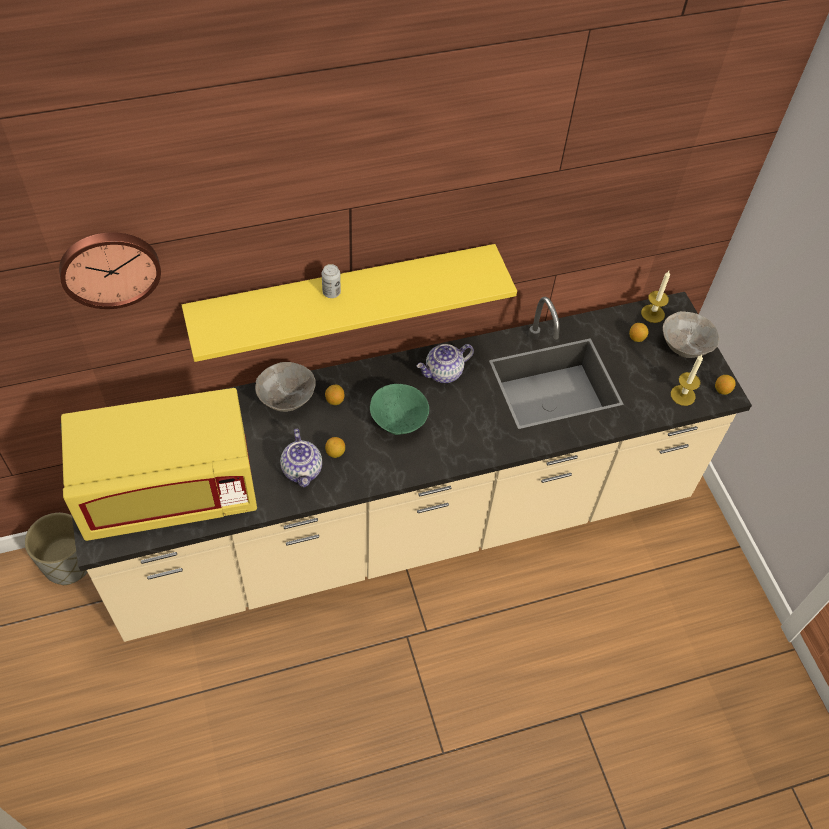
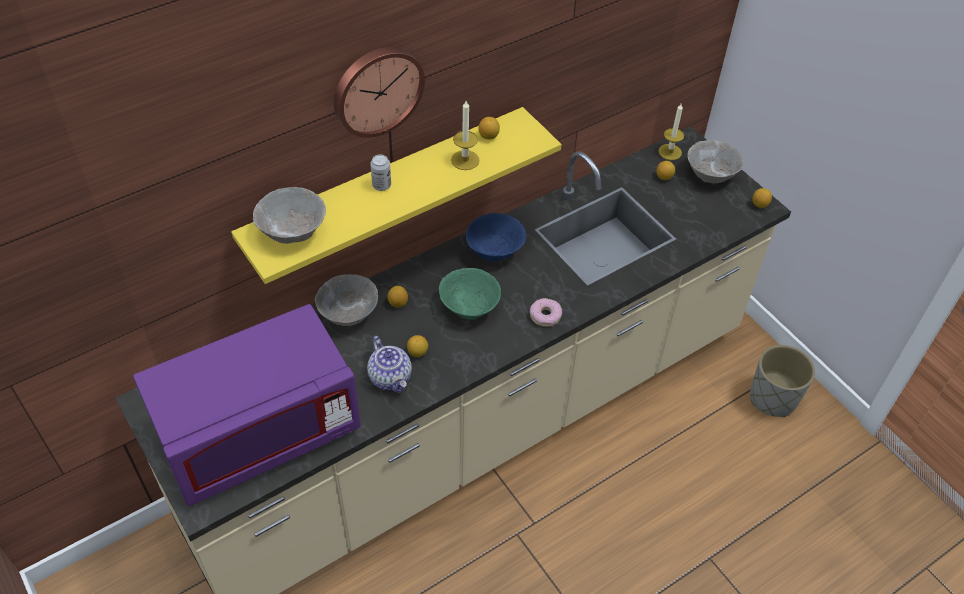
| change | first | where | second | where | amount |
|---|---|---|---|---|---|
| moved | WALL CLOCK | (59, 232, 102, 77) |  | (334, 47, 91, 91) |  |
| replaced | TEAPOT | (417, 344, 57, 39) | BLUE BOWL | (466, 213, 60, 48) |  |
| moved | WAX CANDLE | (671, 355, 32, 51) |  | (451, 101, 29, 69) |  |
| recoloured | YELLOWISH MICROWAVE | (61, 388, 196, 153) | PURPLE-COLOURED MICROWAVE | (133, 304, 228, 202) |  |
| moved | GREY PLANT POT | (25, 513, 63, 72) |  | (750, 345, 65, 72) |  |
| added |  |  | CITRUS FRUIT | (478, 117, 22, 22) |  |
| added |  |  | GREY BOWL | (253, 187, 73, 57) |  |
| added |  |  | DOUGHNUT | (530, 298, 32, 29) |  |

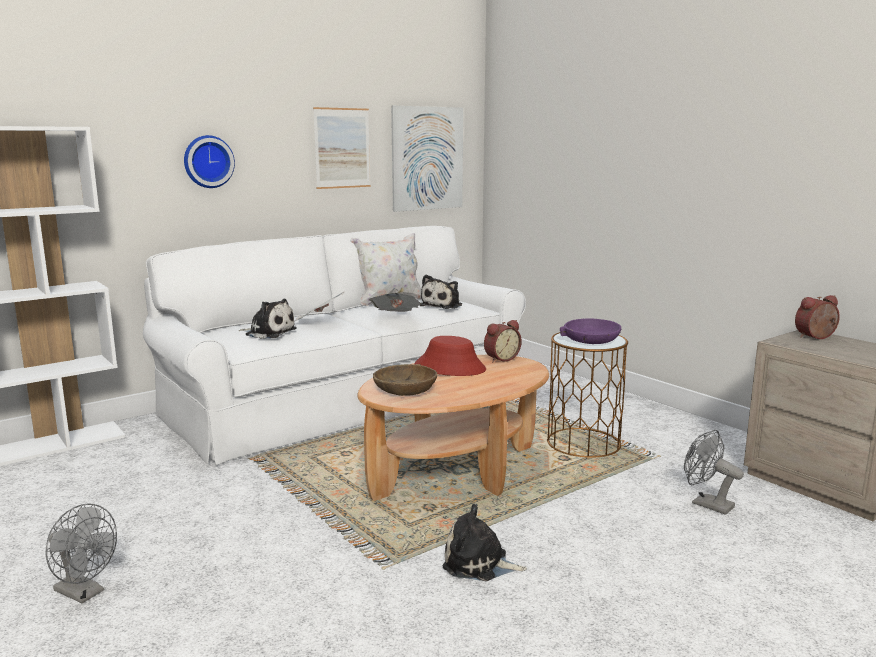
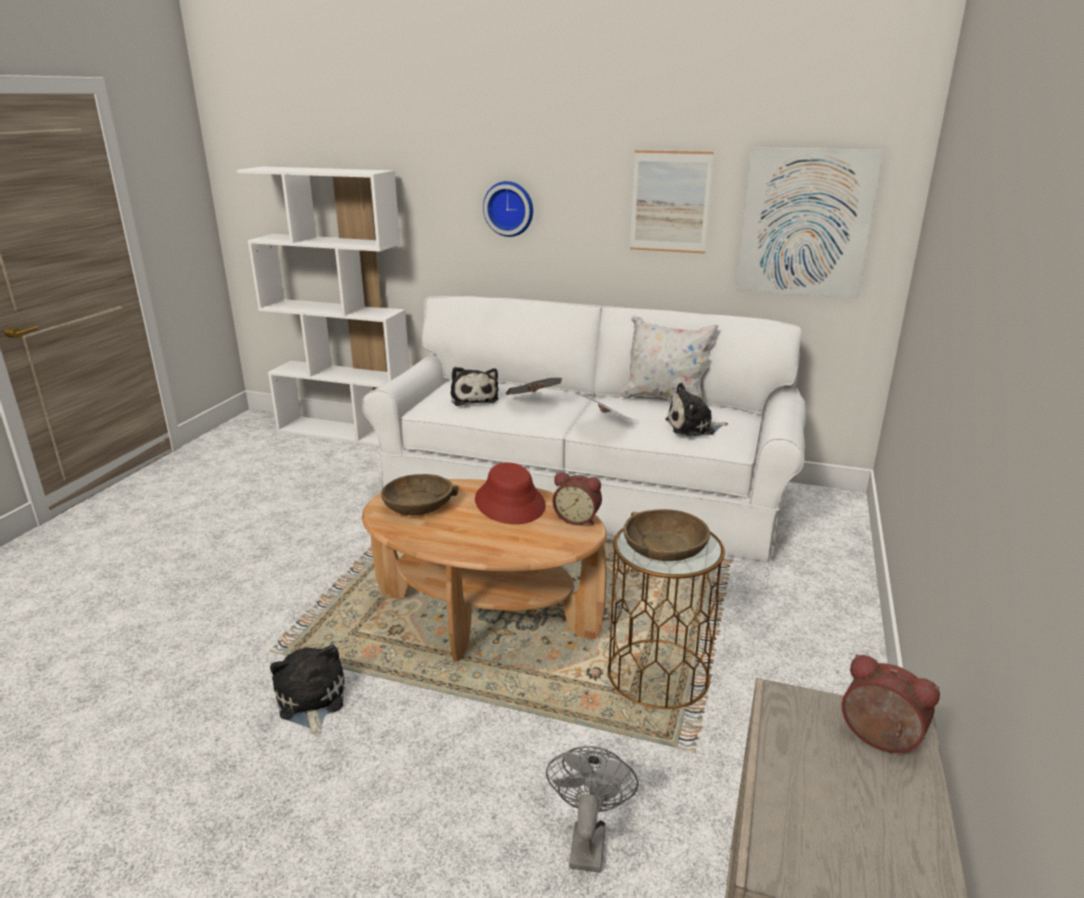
| change | first | where | second | where | amount |
|---|---|---|---|---|---|
| recoloured | PURPLE-COLOURED BOWL | (560, 319, 61, 25) | BROWNISH BOWL | (623, 509, 87, 52) |  |
| removed | GREY COOLING FAN | (45, 503, 72, 101) |  |  |  |

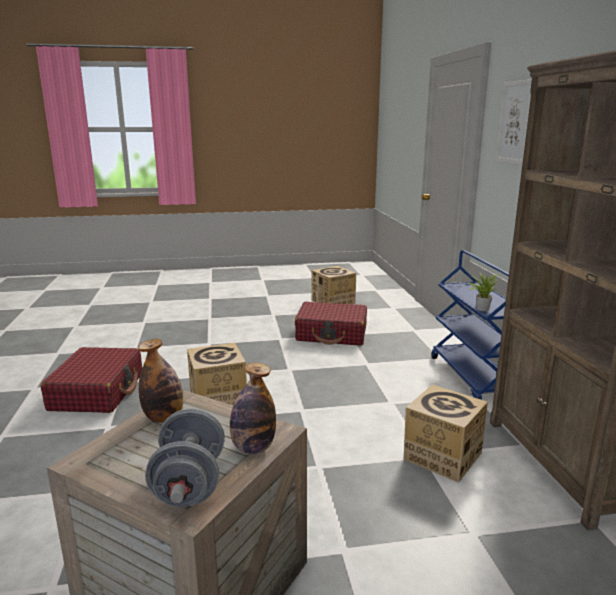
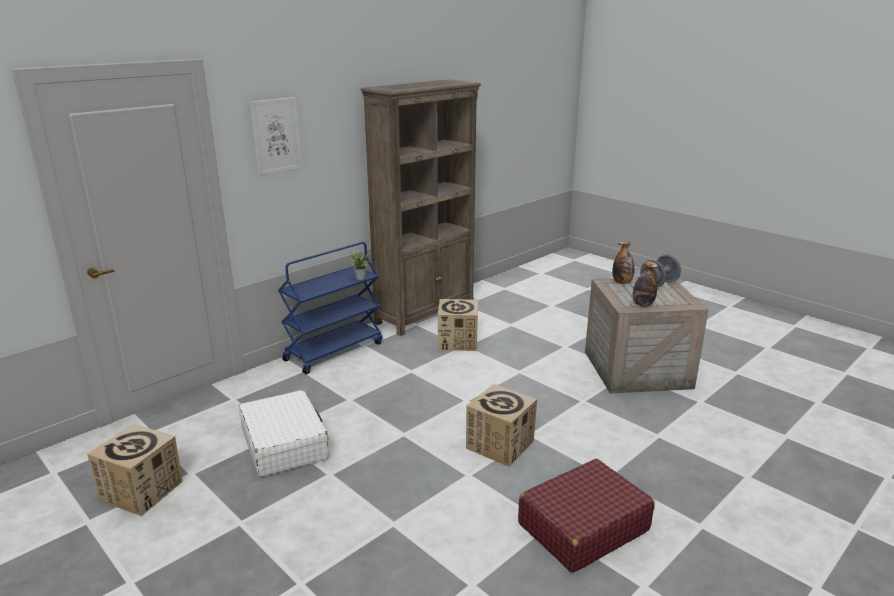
| change | first | where | second | where | amount |
|---|---|---|---|---|---|
| recoloured | RED-COLOURED TRAVEL CASE | (295, 302, 72, 44) | WHITISH TRAVEL CASE | (239, 390, 90, 87) |  |

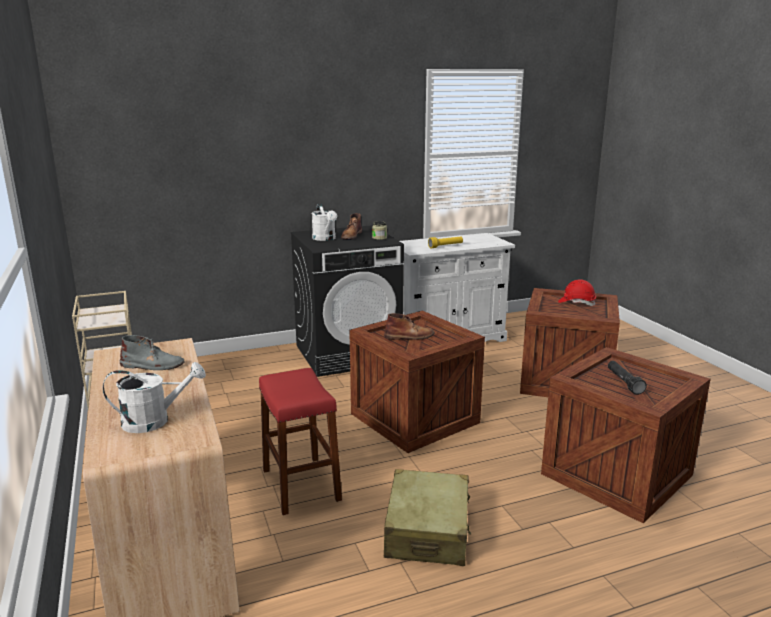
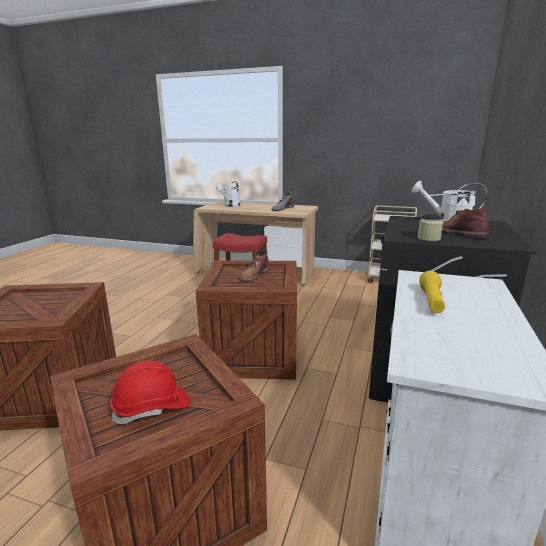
| change | first | where | second | where | amount |
|---|---|---|---|---|---|
| removed | BLACKISH HAND TORCH | (608, 361, 39, 34) |  |  |  |
| removed | BEIGE TRAVEL CASE | (384, 469, 87, 97) |  |  |  |

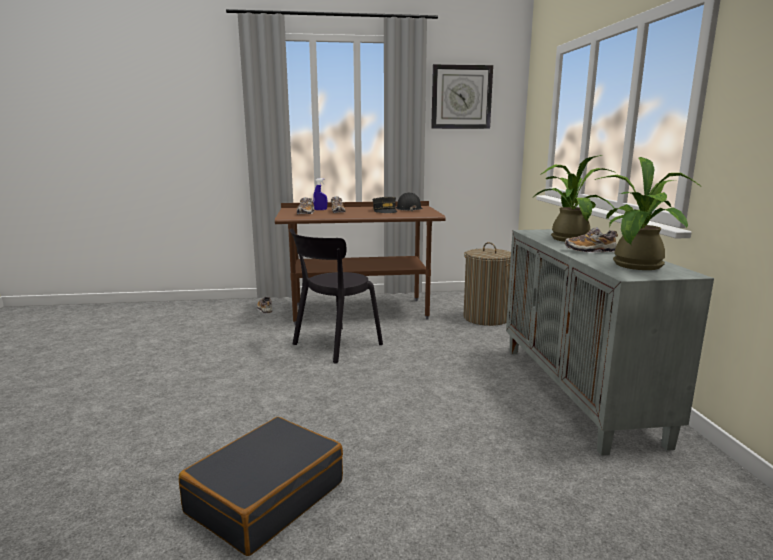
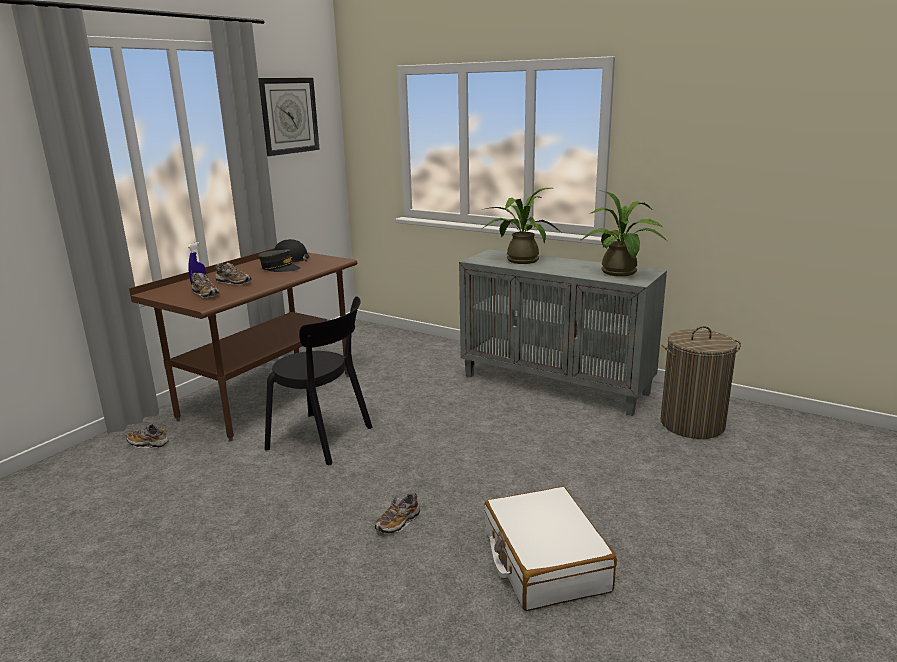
| change | first | where | second | where | amount |
|---|---|---|---|---|---|
| moved | LOW SHOE | (565, 227, 53, 26) |  | (375, 492, 46, 42) |  |
| turned | BLACKISH PLAIN CHAIR | (290, 229, 93, 135) |  | (265, 297, 107, 168) | 60 degrees counterclockwise |
| moved | LAUNDRY BASKET | (464, 242, 47, 84) |  | (661, 326, 80, 113) |  |
| recoloured | BLACKISH TRAVEL CASE | (179, 417, 164, 139) | WHITISH TRAVEL CASE | (484, 486, 133, 125) |  |

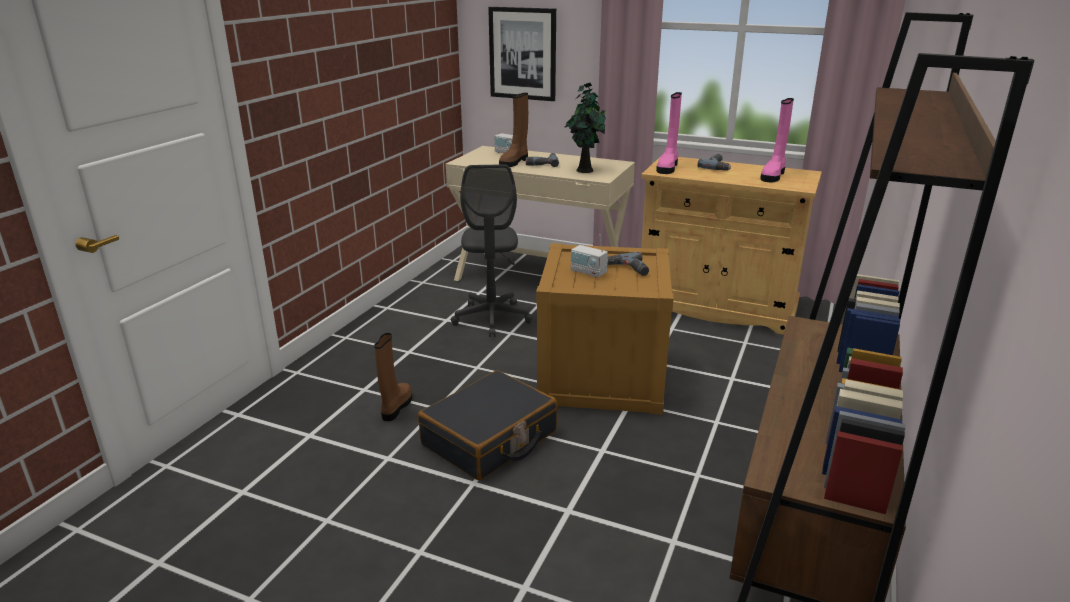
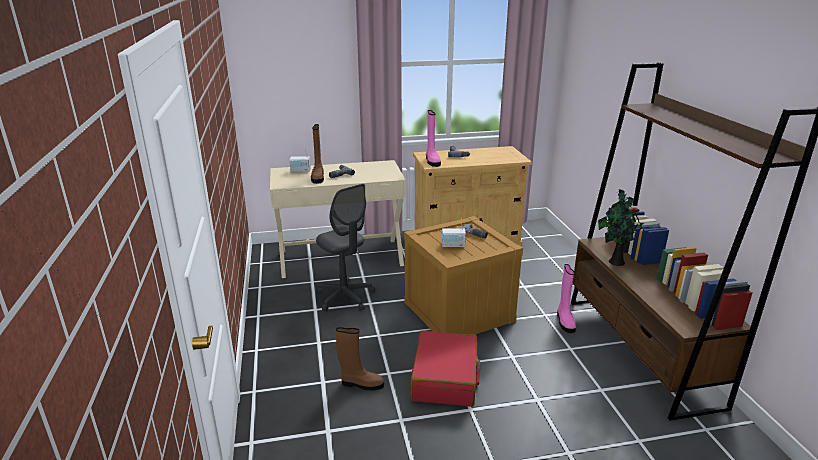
| change | first | where | second | where | amount |
|---|---|---|---|---|---|
| removed | PICTURE | (488, 7, 68, 94) |  |  |  |
| moved | POTTED PLANT | (564, 83, 42, 90) |  | (598, 189, 45, 77) |  |
| moved | PINK-COLOURED TALL BOOT | (760, 98, 34, 84) |  | (557, 264, 19, 69) |  |
| turned | BROWNISH TALL BOOT | (374, 333, 38, 88) |  | (336, 327, 48, 64) | 120 degrees clockwise |
| recoloured | BLACKISH TRAVEL CASE | (418, 370, 139, 110) | RED-COLOURED TRAVEL CASE | (410, 331, 71, 76) |  |

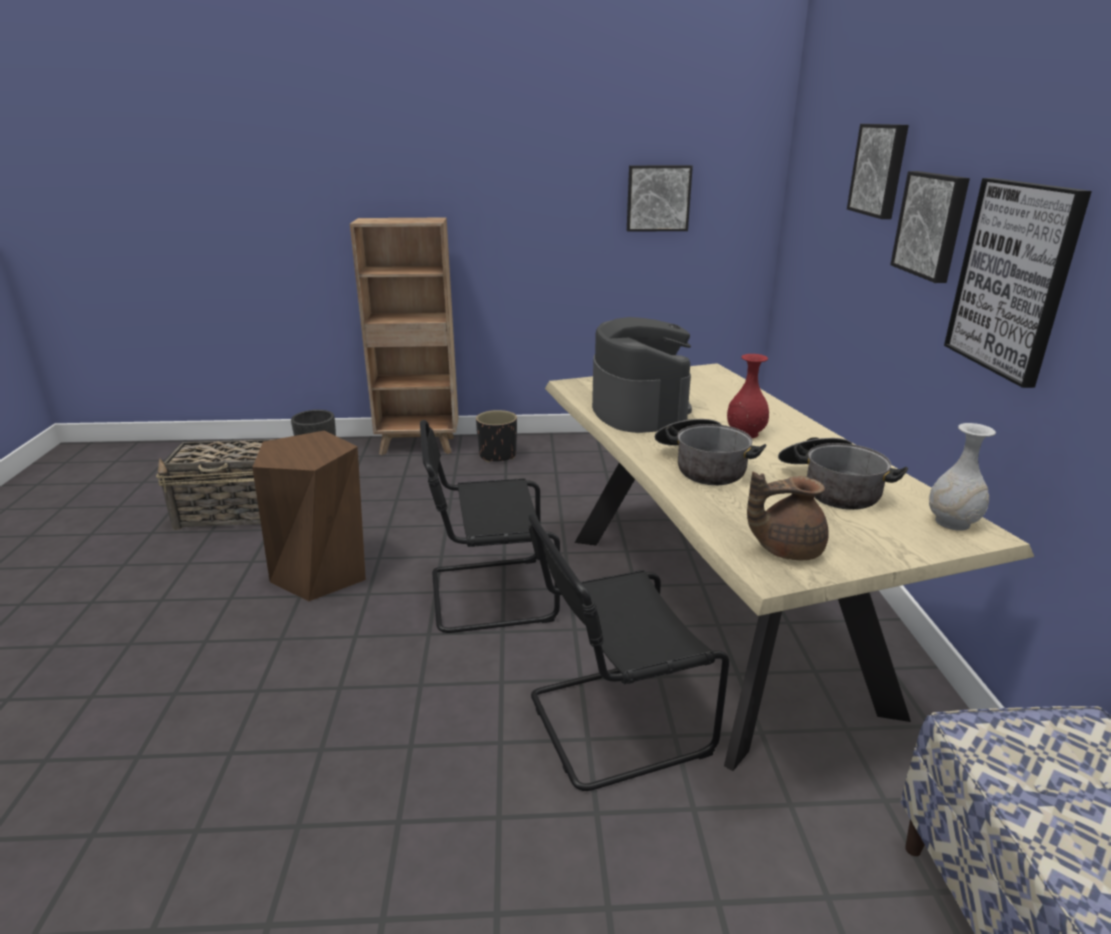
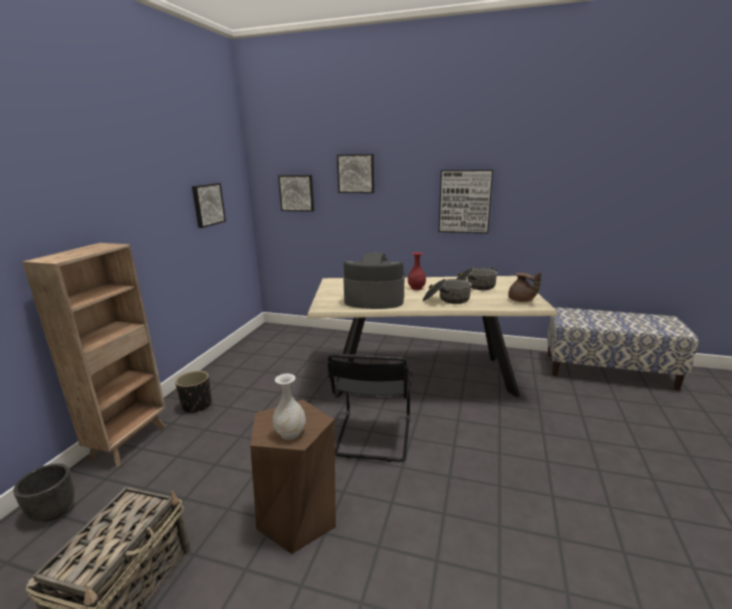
| change | first | where | second | where | amount |
|---|---|---|---|---|---|
| moved | PICTURE | (890, 171, 80, 112) |  | (278, 175, 36, 37) |  |
| moved | WHITISH VASE | (929, 423, 67, 108) |  | (273, 374, 33, 66) |  |
| turned | BROWNISH TEAPOT | (747, 472, 82, 88) |  | (508, 272, 33, 30) | 45 degrees counterclockwise |
| removed | BLACKISH PLAIN CHAIR | (528, 513, 201, 278) |  |  |  |

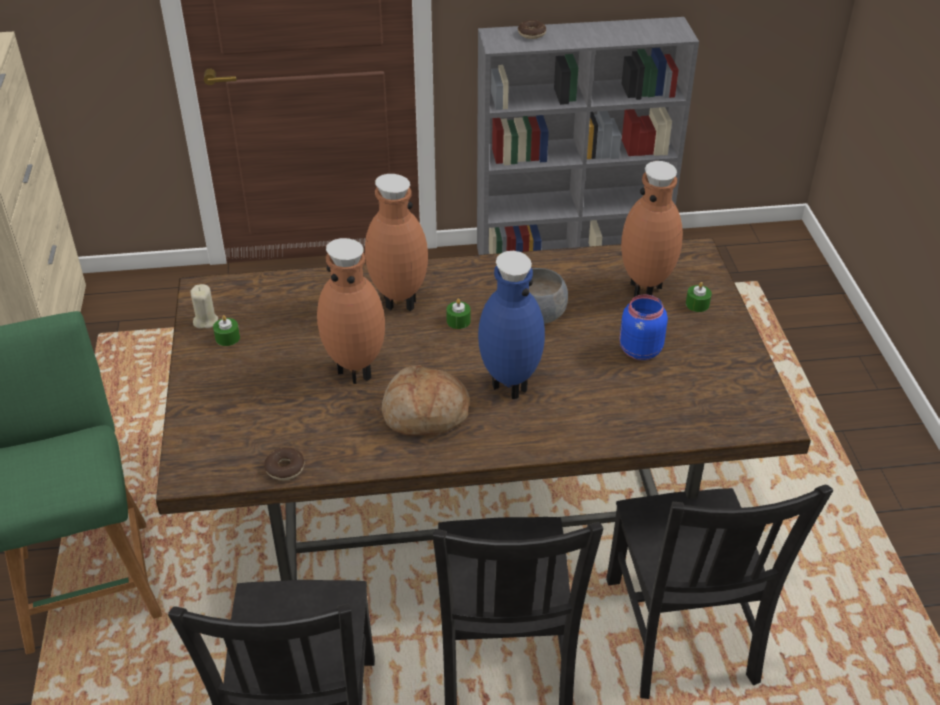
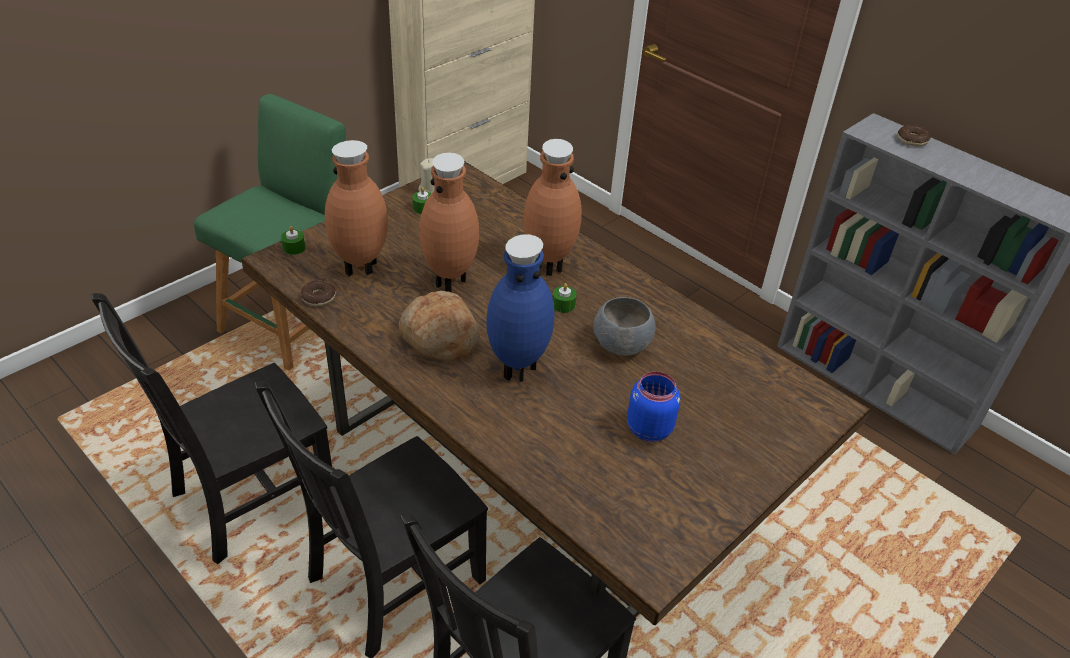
| change | first | where | second | where | amount |
|---|---|---|---|---|---|
| moved | BROWNISH VASE | (621, 161, 62, 136) |  | (325, 140, 63, 136) |  |
| moved | GREEN WAX CANDLE | (686, 282, 26, 30) |  | (281, 226, 25, 29) |  |

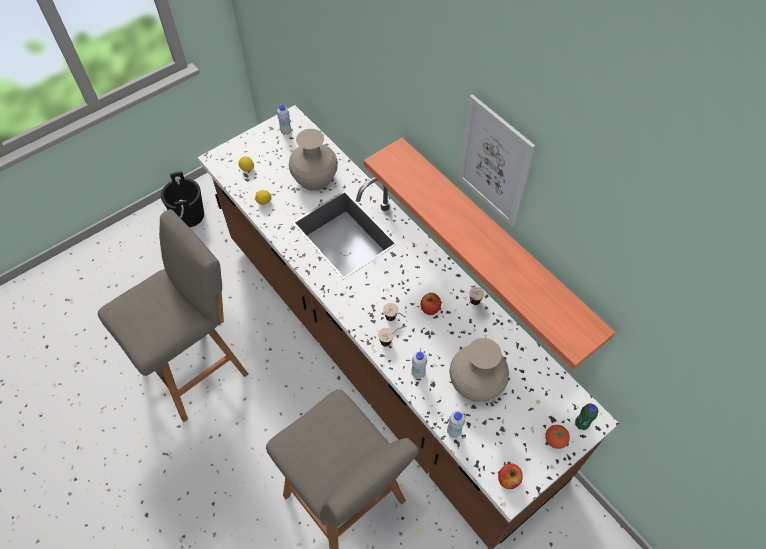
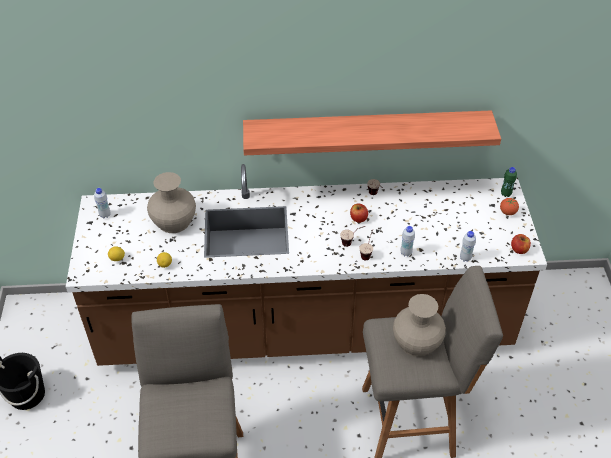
| change | first | where | second | where | amount |
|---|---|---|---|---|---|
| removed | PICTURE | (458, 94, 77, 133) |  |  |  |
| moved | BEIGE VASE | (449, 338, 60, 64) |  | (393, 294, 53, 63) |  |

